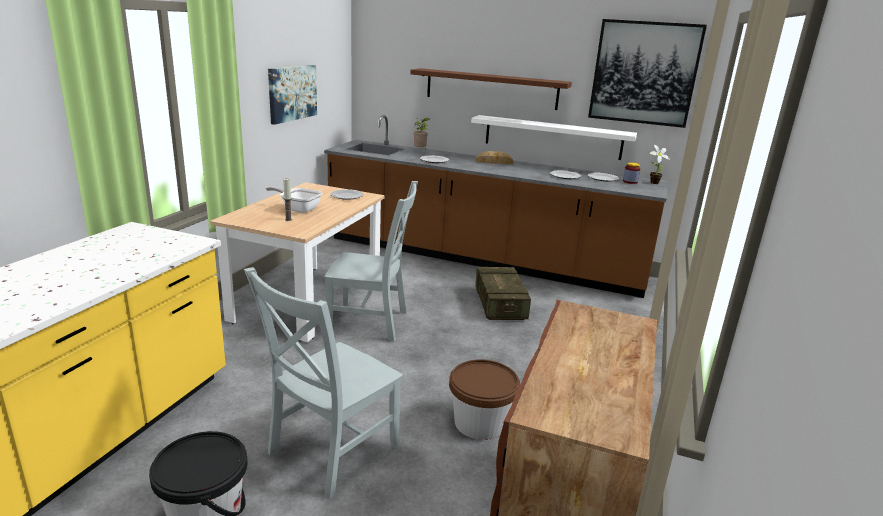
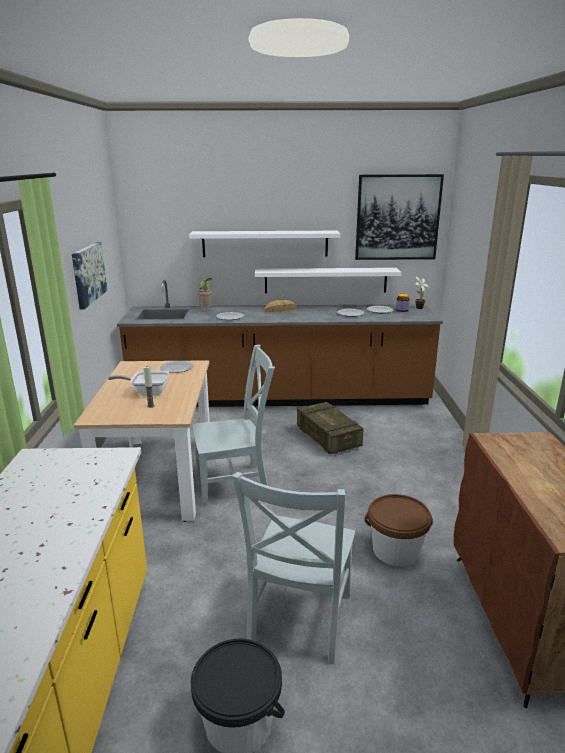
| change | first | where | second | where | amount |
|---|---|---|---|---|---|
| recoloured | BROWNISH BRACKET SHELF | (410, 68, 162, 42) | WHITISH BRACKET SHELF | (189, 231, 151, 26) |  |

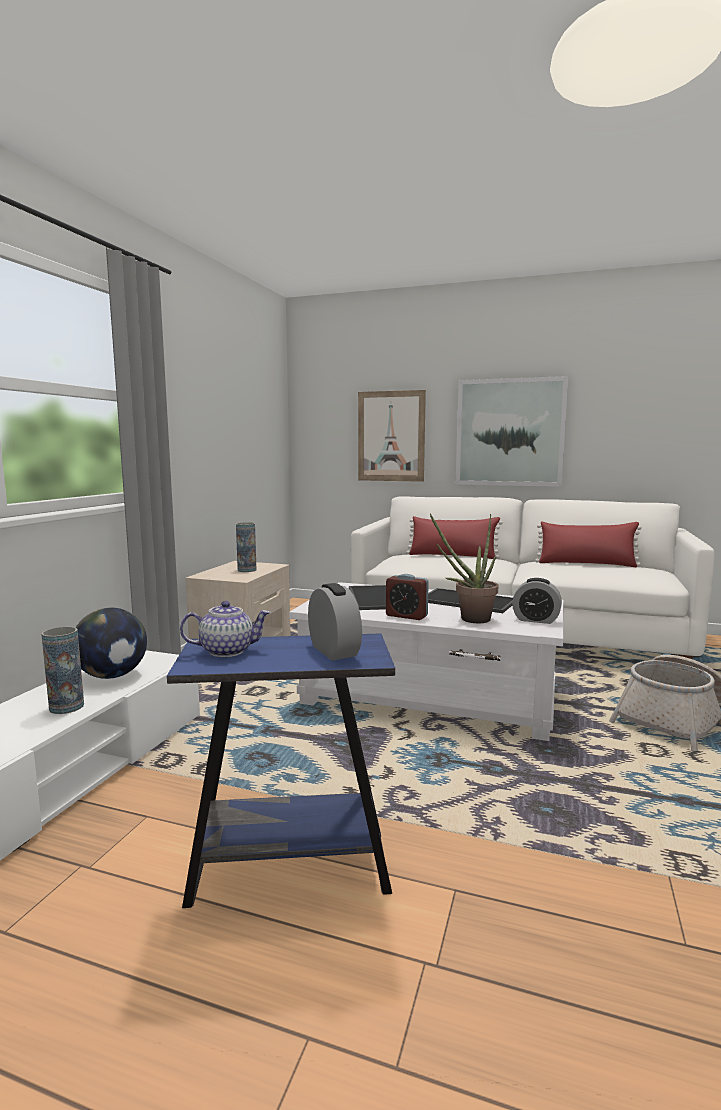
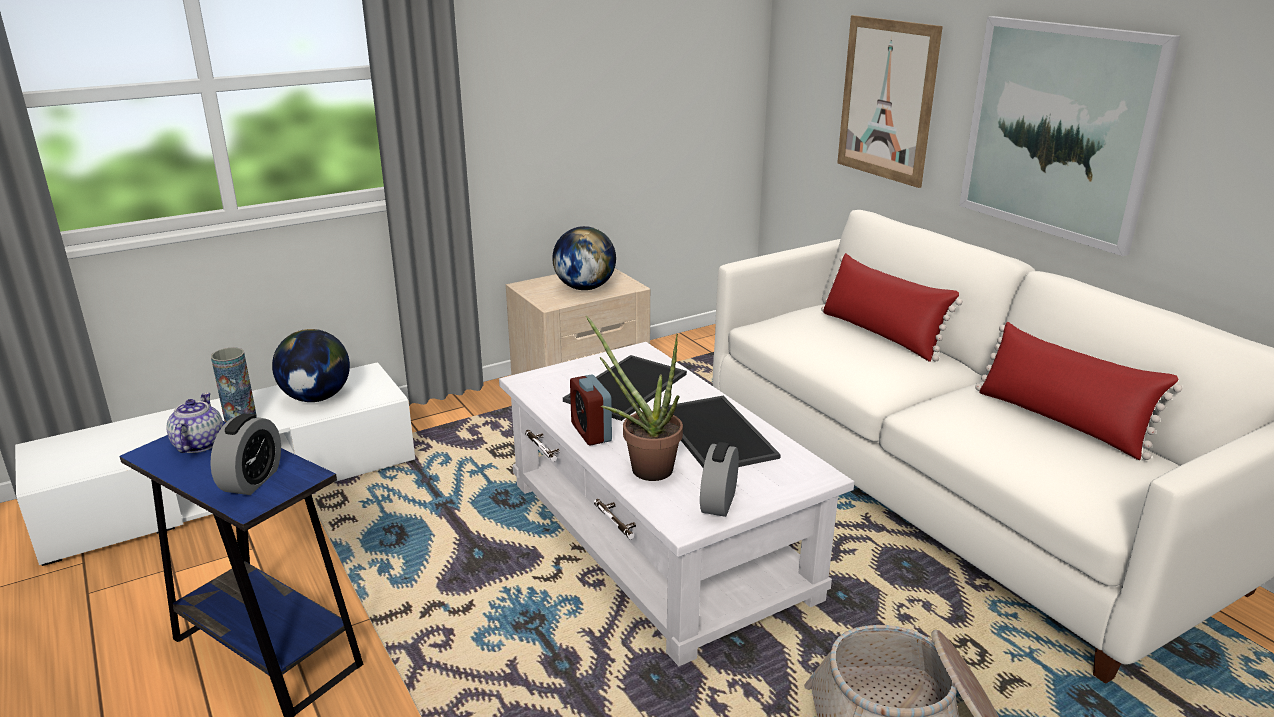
| change | first | where | second | where | amount |
|---|---|---|---|---|---|
| replaced | VASE | (236, 522, 21, 50) | DESK GLOBE | (552, 226, 64, 64) |  |
| turned | BEDSIDE CLOCK | (512, 578, 50, 46) |  | (700, 442, 39, 75) | 45 degrees clockwise |
| turned | TEAPOT | (180, 601, 91, 56) |  | (166, 392, 57, 61) | 120 degrees counterclockwise |

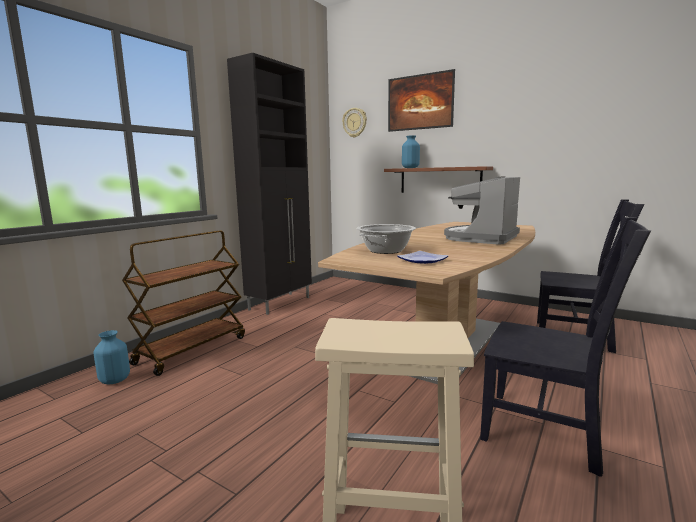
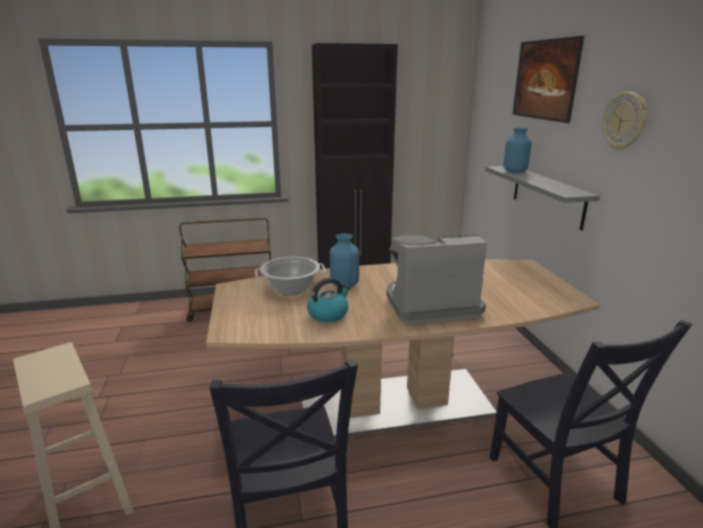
| change | first | where | second | where | amount |
|---|---|---|---|---|---|
| moved | WALL CLOCK | (342, 108, 25, 30) |  | (602, 92, 46, 58) |  |
| recoloured | BROWNISH BRACKET SHELF | (384, 166, 109, 27) | GREY BRACKET SHELF | (485, 166, 115, 65) |  |
| removed | FLAT DISH | (397, 251, 52, 13) |  |  |  |
| moved | BLUE VASE | (94, 330, 36, 54) |  | (330, 233, 29, 55) |  |
| added |  |  | TEA KETTLE | (307, 278, 43, 44) |  |

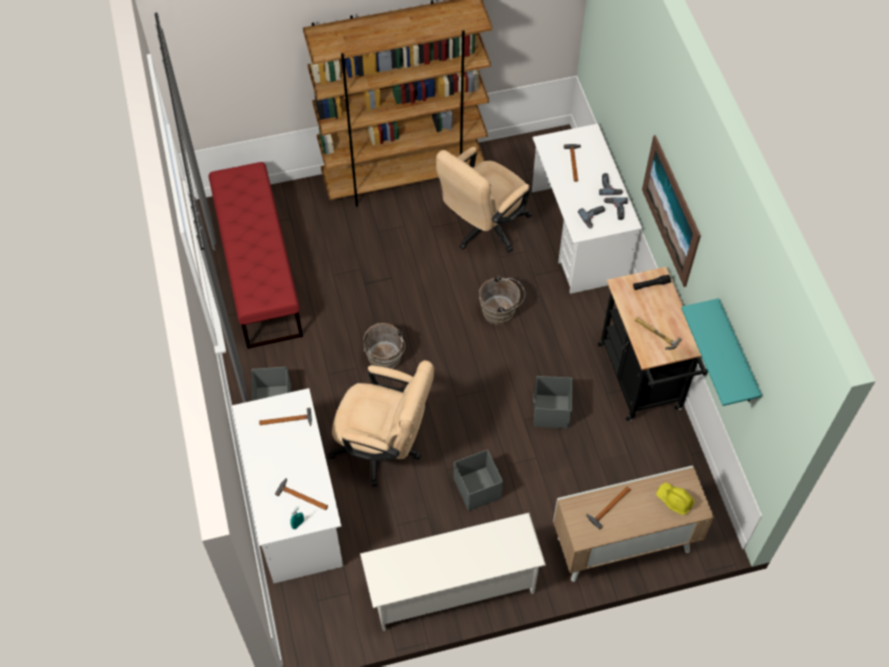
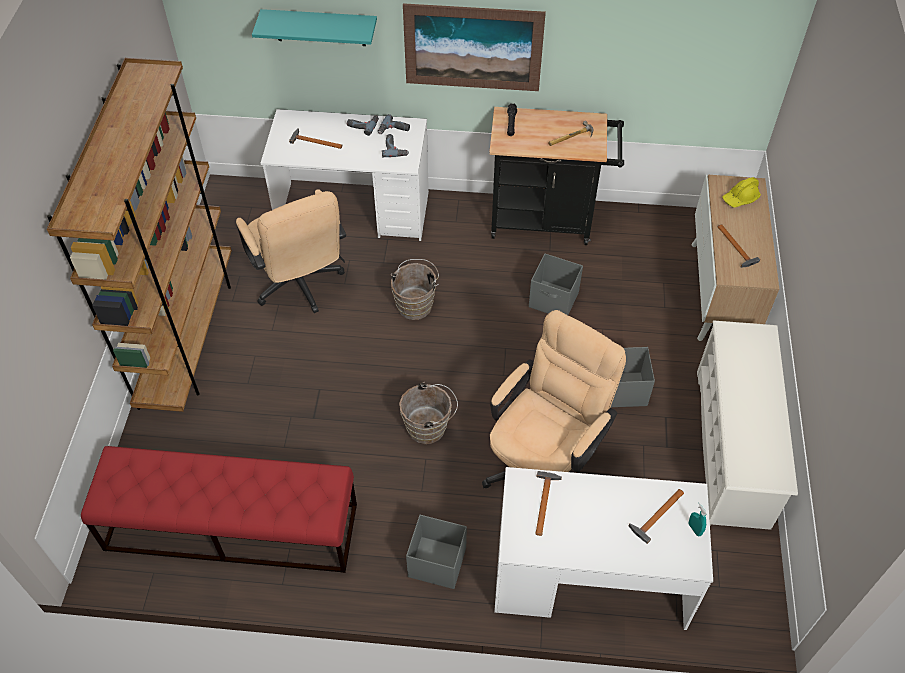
| change | first | where | second | where | amount |
|---|---|---|---|---|---|
| moved | TURQUOISE BRACKET SHELF | (681, 298, 81, 108) |  | (252, 9, 125, 37) |  |

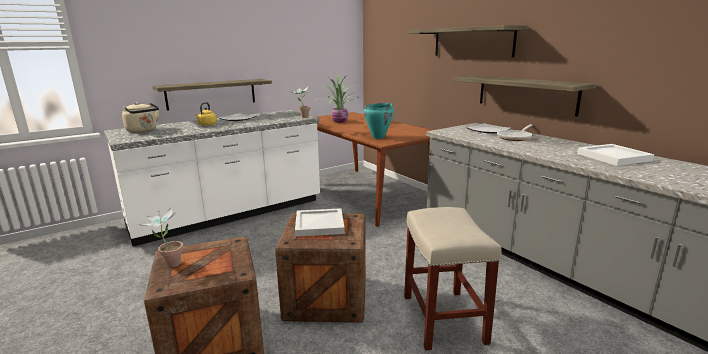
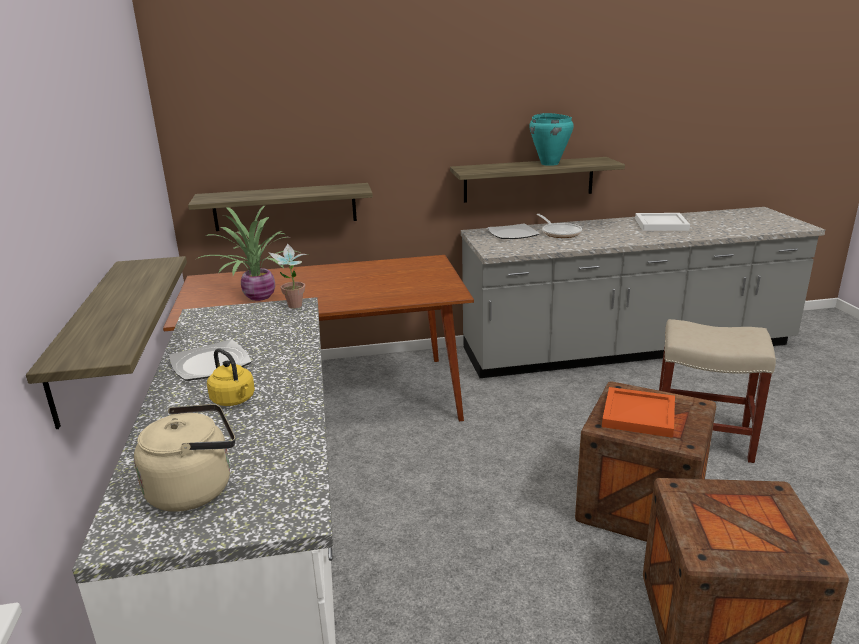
| change | first | where | second | where | amount |
|---|---|---|---|---|---|
| moved | BRACKET SHELF | (409, 25, 119, 33) |  | (188, 183, 185, 48) |  |
| moved | TURQUOISE STOCKPOT | (363, 103, 31, 36) |  | (529, 113, 45, 53) |  |
| removed | POTTED PLANT | (138, 207, 45, 61) |  |  |  |
| recoloured | WHITISH TRAY | (295, 208, 50, 29) | ORANGE TRAY | (602, 387, 73, 51) |  |

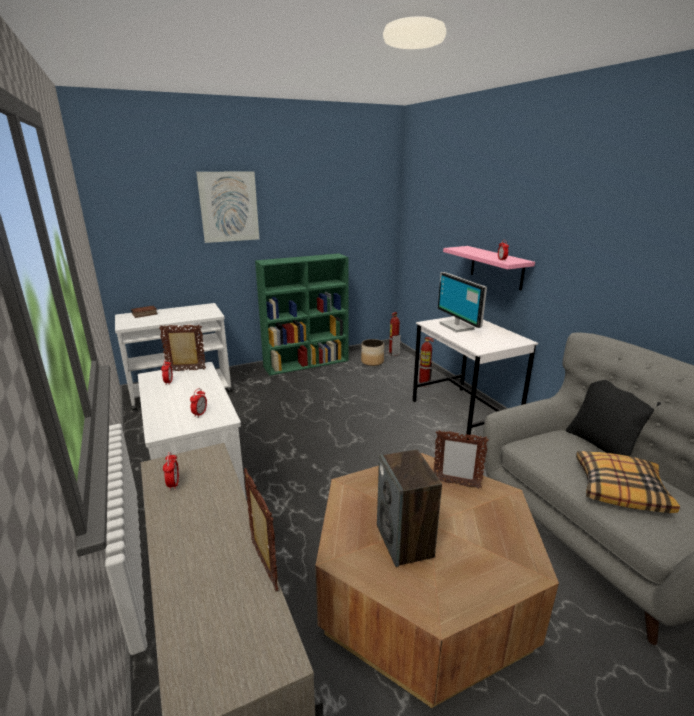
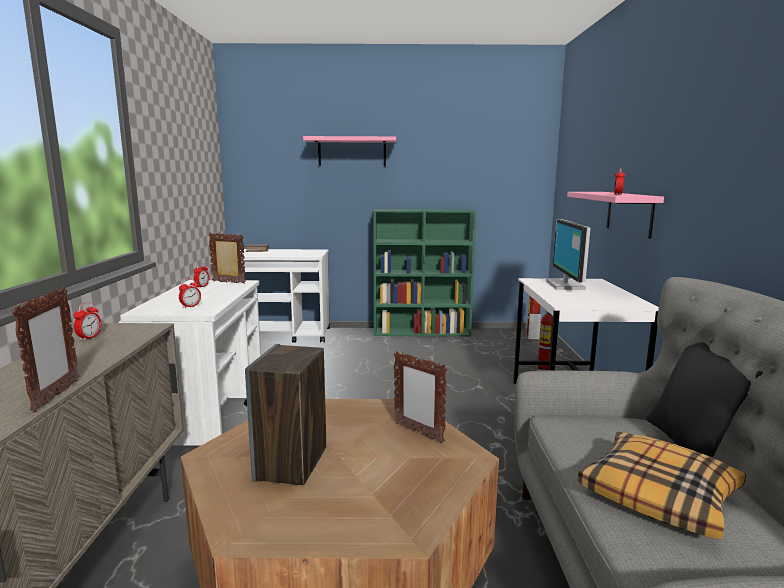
| change | first | where | second | where | amount |
|---|---|---|---|---|---|
| replaced | PICTURE | (196, 171, 63, 72) | PINK-COLOURED BRACKET SHELF | (303, 136, 93, 30) |  |
| removed | PLANT POT | (361, 339, 23, 27) |  |  |  |

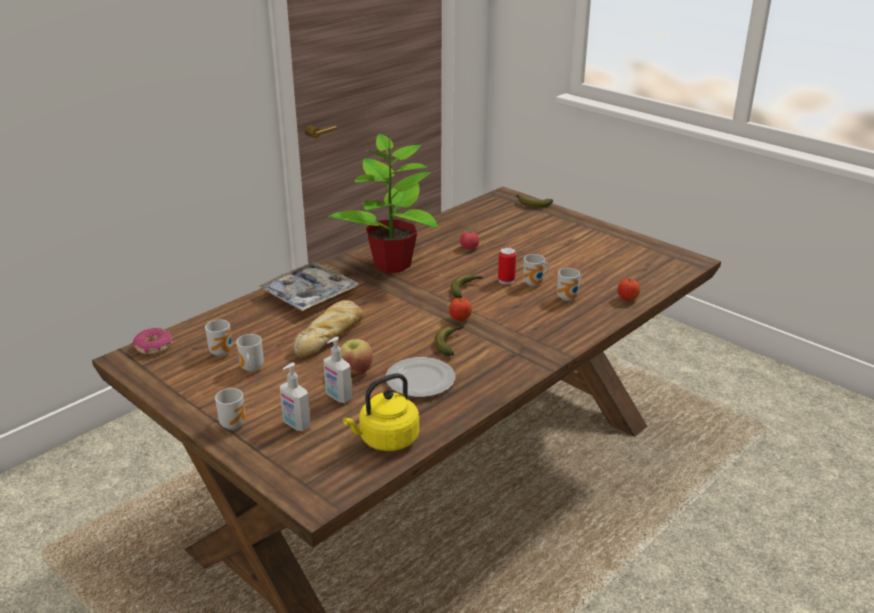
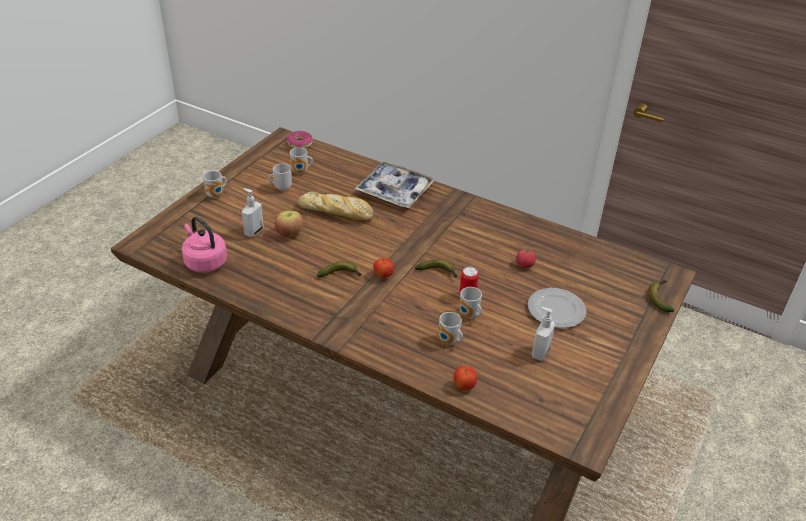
| change | first | where | second | where | amount |
|---|---|---|---|---|---|
| removed | POTTED PLANT | (328, 134, 110, 139) |  |  |  |
| moved | FLAT DISH | (386, 357, 69, 40) |  | (528, 288, 58, 40) |  |
| moved | SOAP BOTTLE | (280, 363, 31, 68) |  | (532, 307, 23, 54) |  |
| recoloured | YELLOWISH TEA KETTLE | (343, 373, 76, 78) | PINK-COLOURED TEA KETTLE | (181, 217, 46, 56) |  |

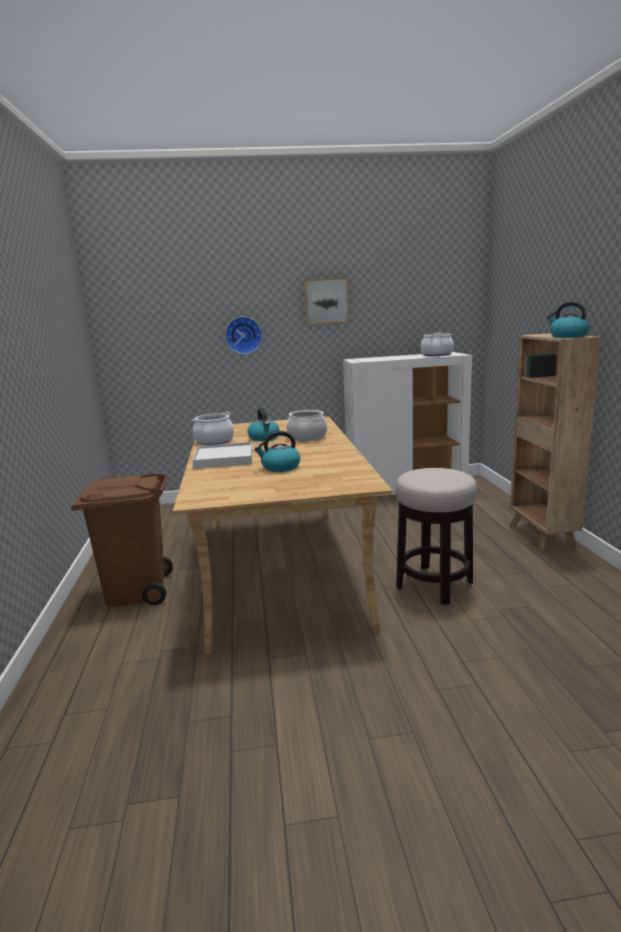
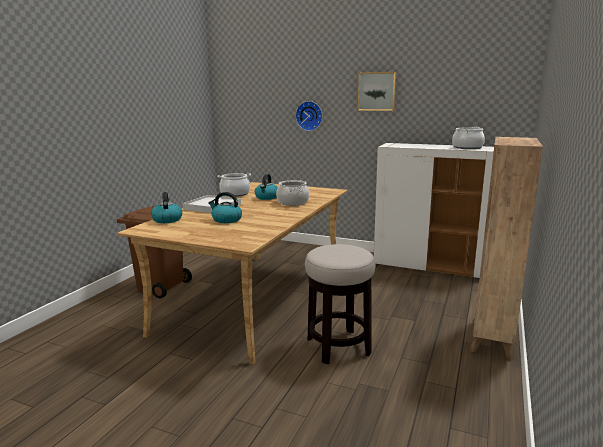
| change | first | where | second | where | amount |
|---|---|---|---|---|---|
| moved | TEA KETTLE | (547, 302, 42, 36) |  | (151, 192, 31, 31) |  |

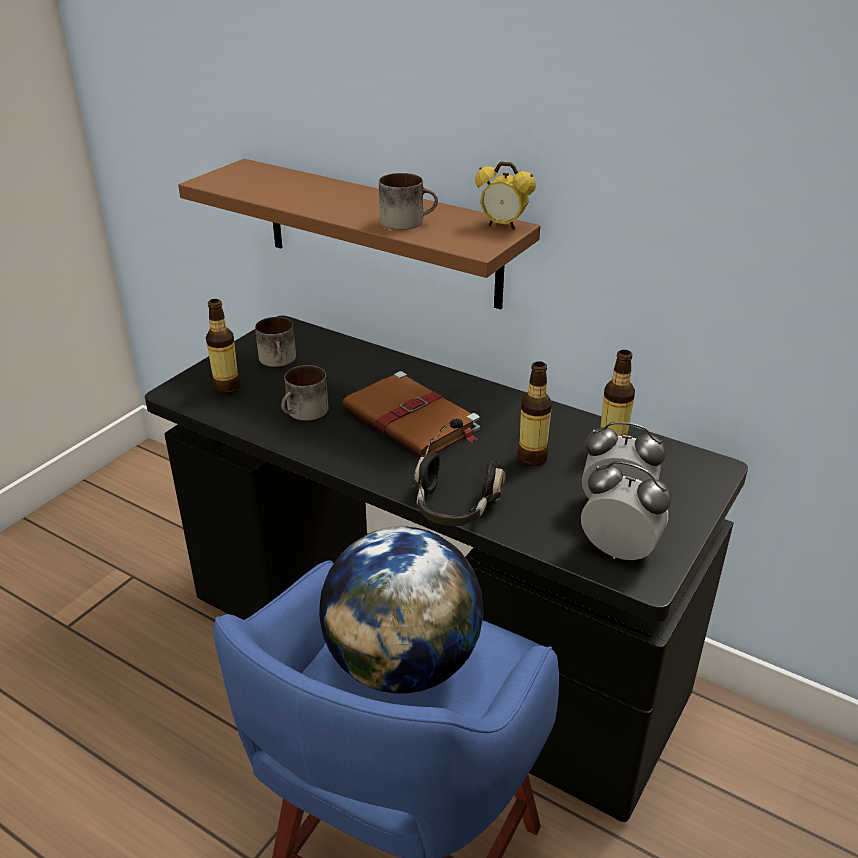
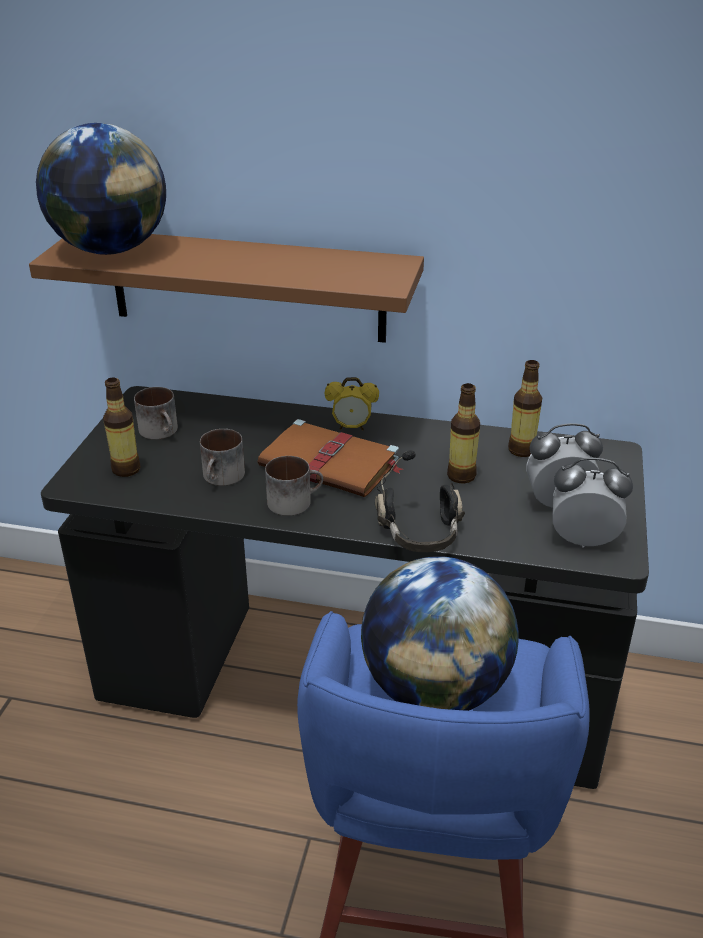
| change | first | where | second | where | amount |
|---|---|---|---|---|---|
| moved | BEDSIDE CLOCK | (475, 162, 61, 68) |  | (325, 377, 54, 54) |  |
| moved | TEA MUG | (379, 173, 59, 57) |  | (265, 456, 59, 60) |  |
| added |  |  | DESK GLOBE | (36, 123, 130, 132) |  |

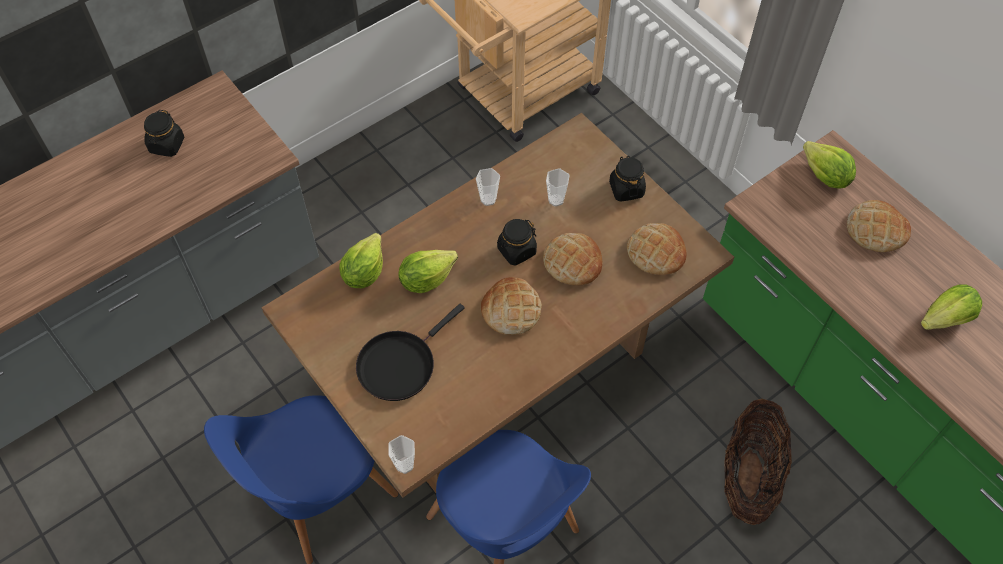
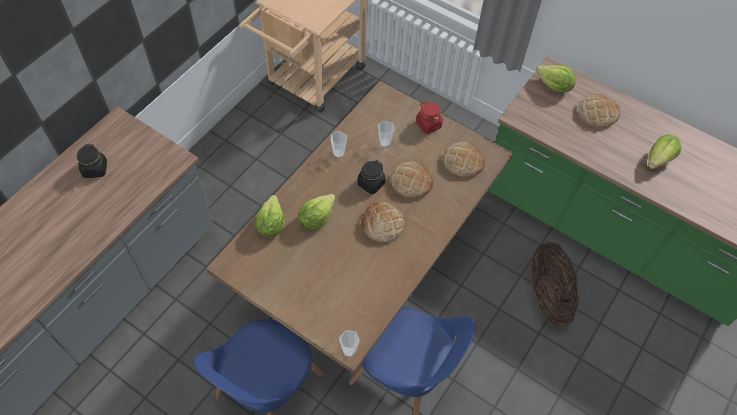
| change | first | where | second | where | amount |
|---|---|---|---|---|---|
| recoloured | BLACKISH PRESERVE JAR | (609, 155, 37, 47) | RED-COLOURED PRESERVE JAR | (416, 101, 27, 33) |  |
| removed | BLACKISH SKILLET | (356, 304, 109, 97) |  |  |  |

